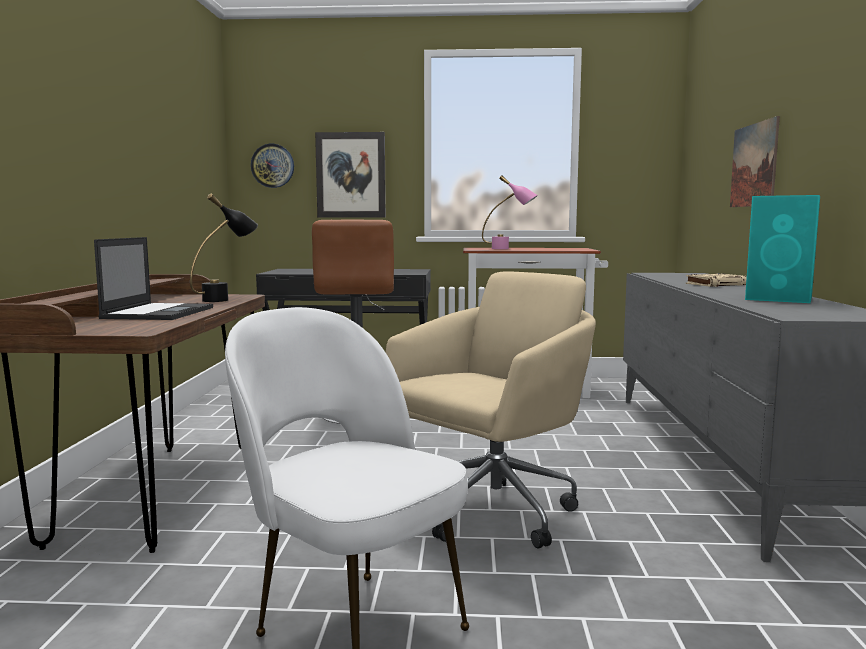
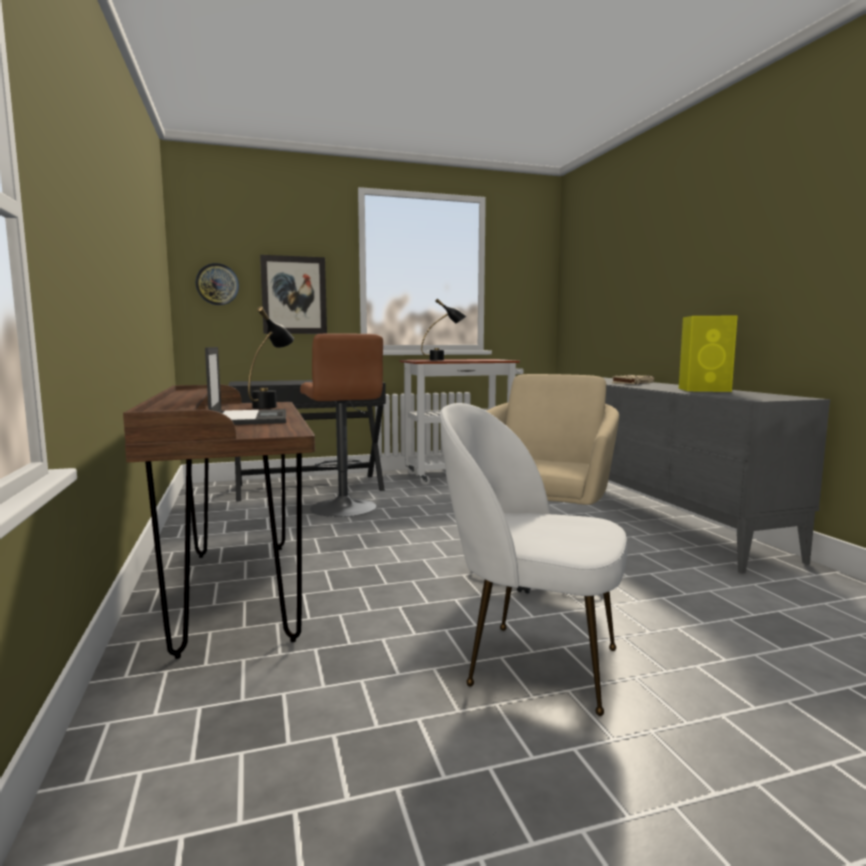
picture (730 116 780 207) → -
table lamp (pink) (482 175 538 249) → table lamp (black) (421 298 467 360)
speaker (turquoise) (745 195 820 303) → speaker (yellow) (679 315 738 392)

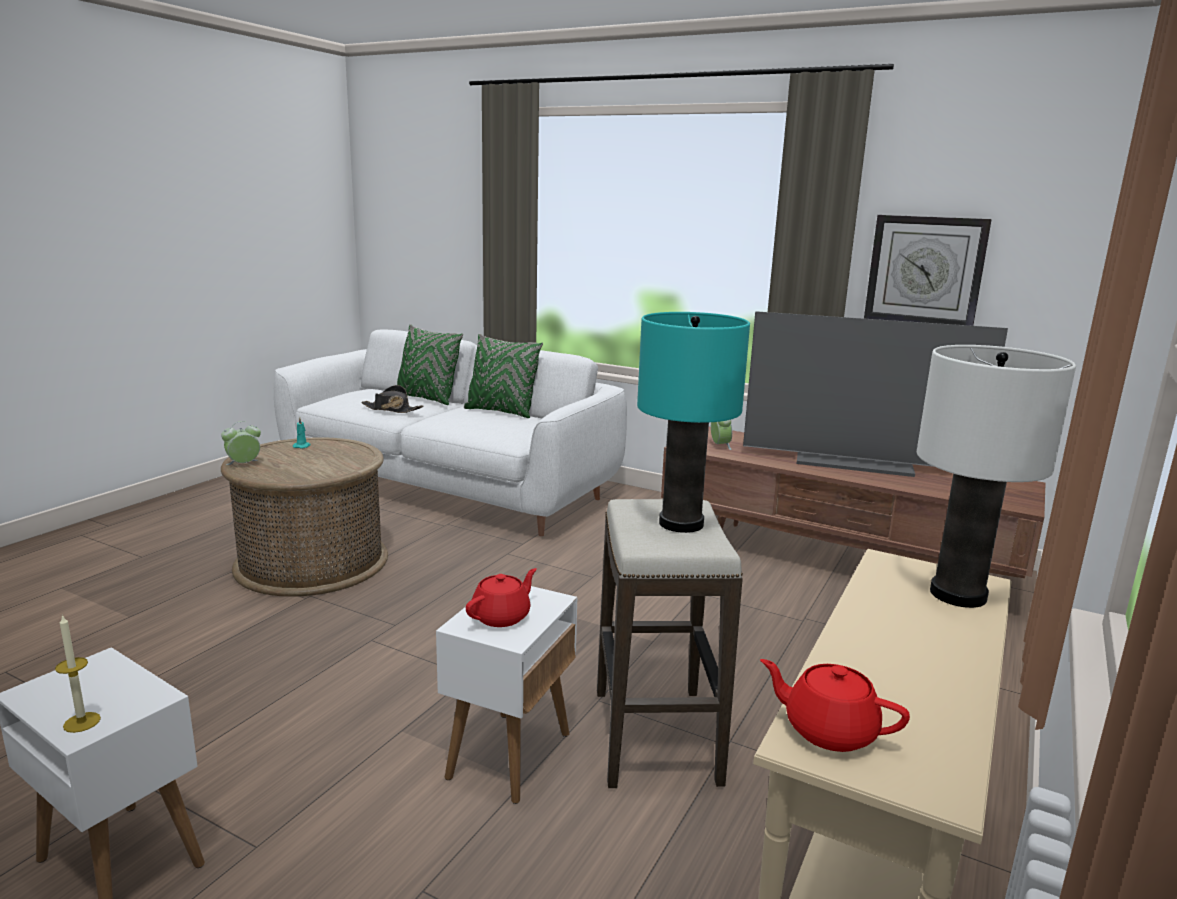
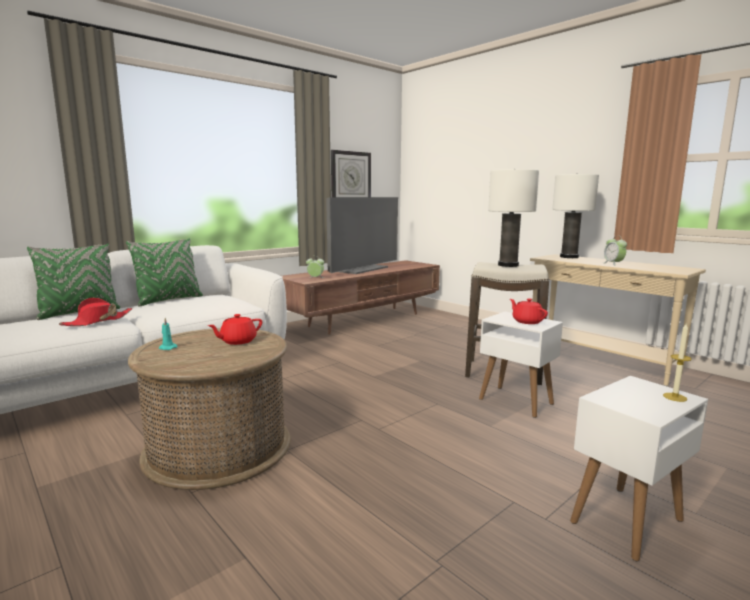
alarm clock (221 421 261 465) → alarm clock (604 236 627 266), moved
teapot (red) (760 659 910 752) → teapot (red) (208 314 262 345), moved
hat (black) (361 385 423 413) → hat (red) (59 298 132 326)
table lamp (turquoise) (637 312 750 533) → table lamp (white) (488 169 539 267)

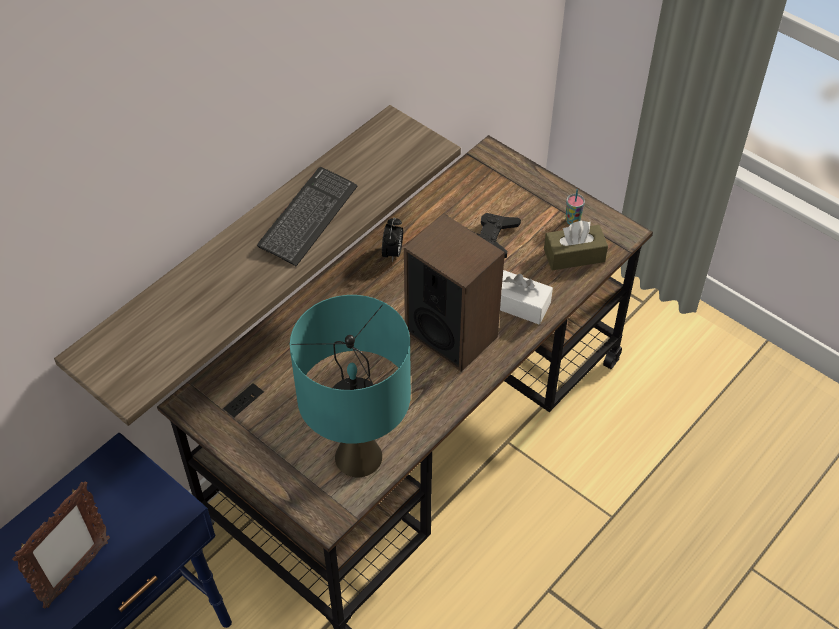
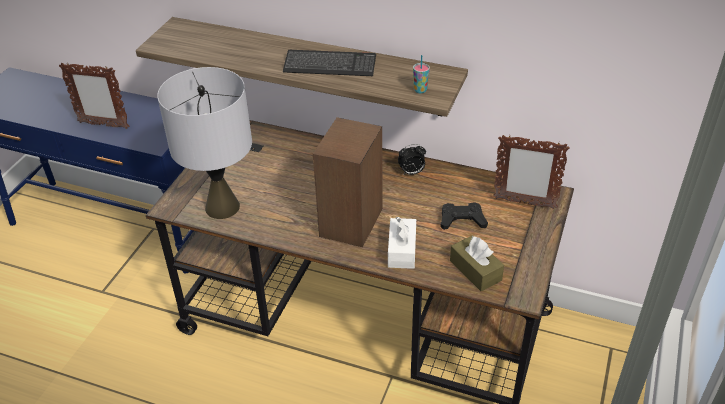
- → picture frame (493 135 569 209)
cup (565 189 585 225) → cup (413 55 430 93), moved
table lamp (turquoise) (290 295 411 477) → table lamp (grey) (157 67 252 219)

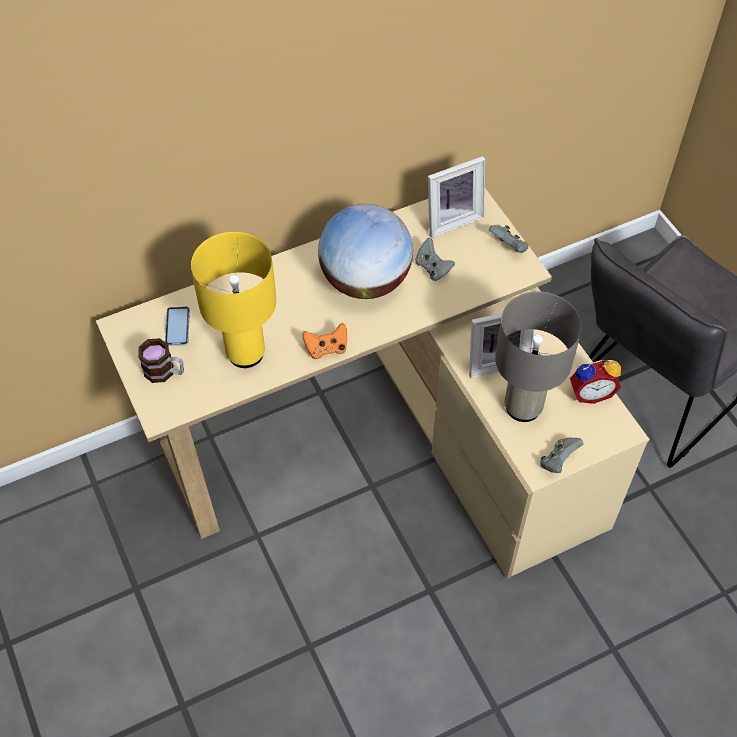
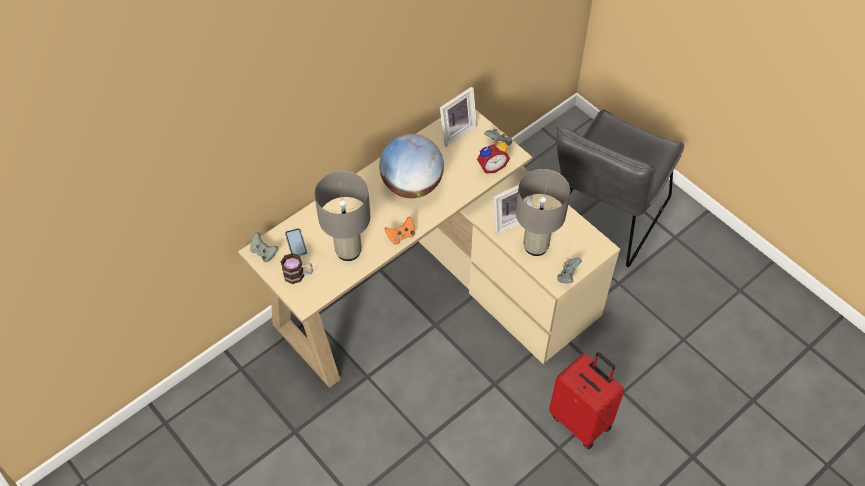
- → suitcase (red) (549 352 625 449)
game controller (grey) (415 238 455 281) → game controller (grey) (250 232 278 262), moved
alarm clock (570 360 621 404) → alarm clock (477 141 510 174), moved
table lamp (yellow) (191 232 276 368) → table lamp (grey) (315 171 370 261)

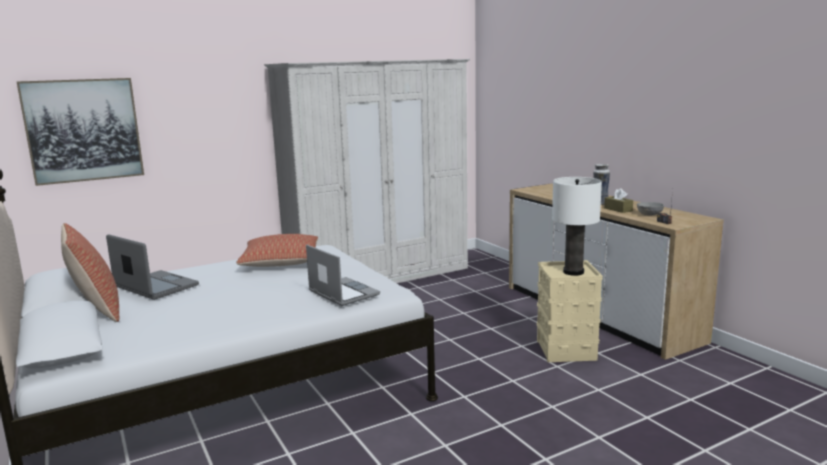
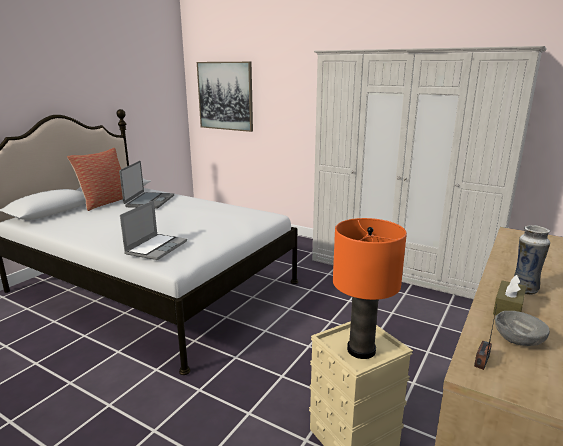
pillow (236 234 318 267) → -
table lamp (white) (552 177 602 276) → table lamp (orange) (333 218 407 359)

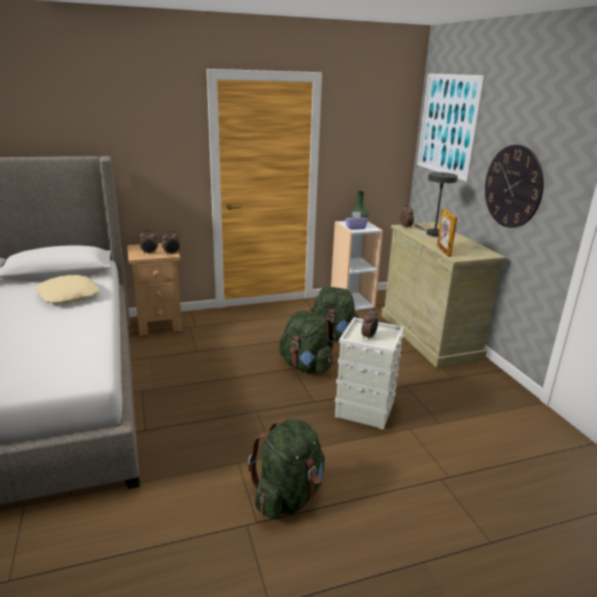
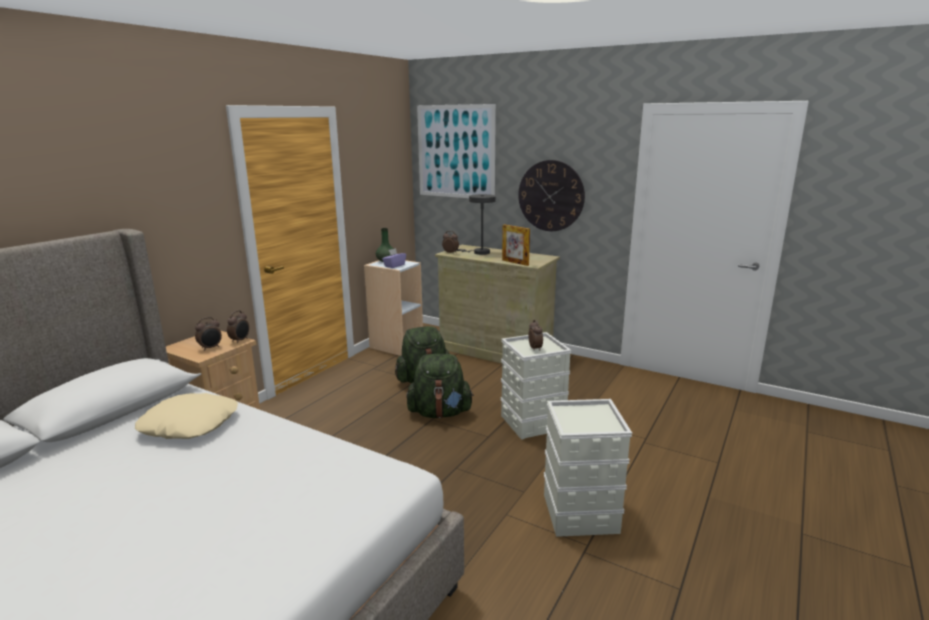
backpack (green) (248 418 325 519) → storage box (grey) (544 399 632 537)

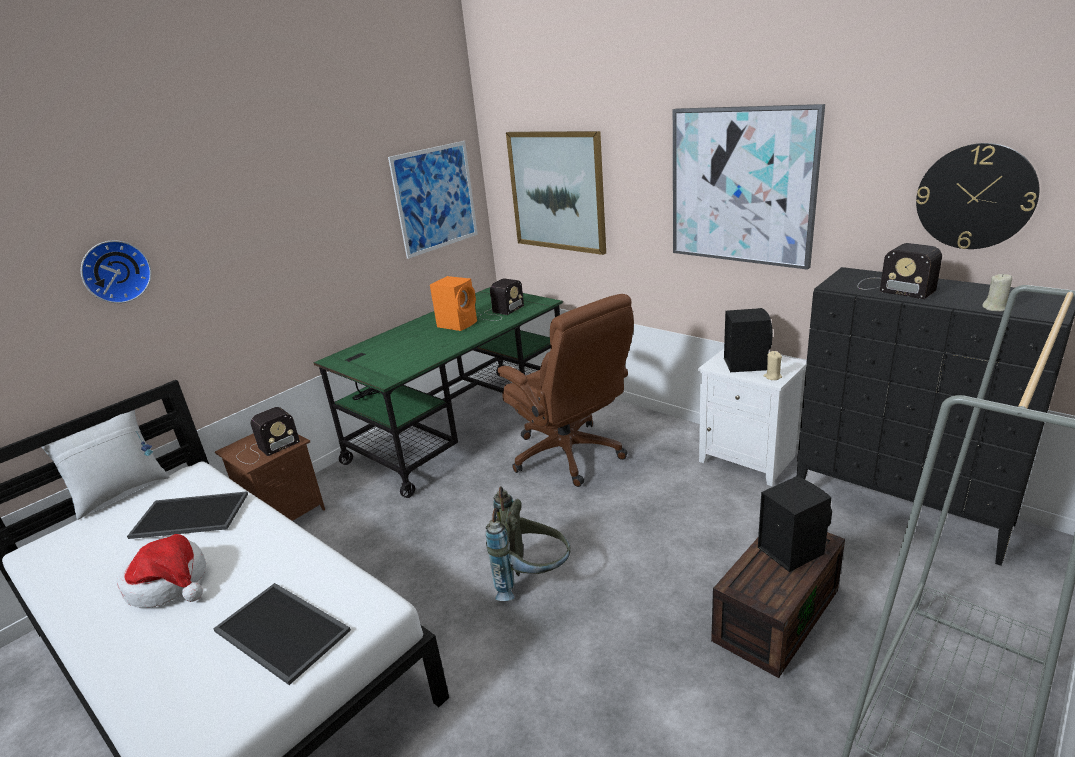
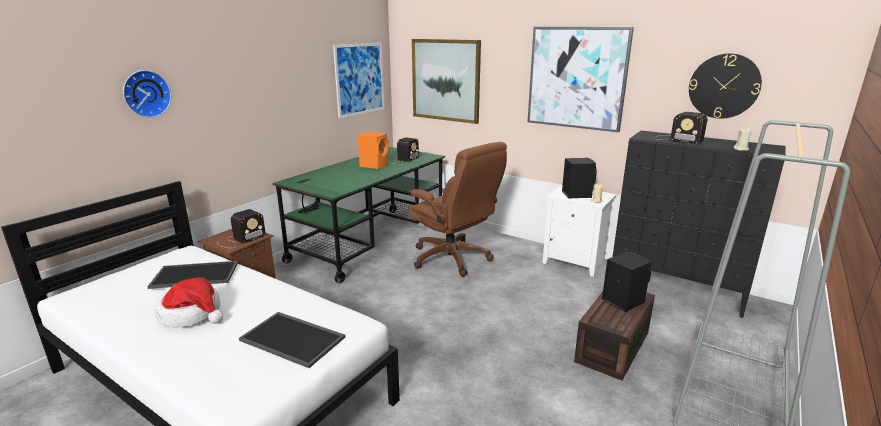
pillow (grey) (41 410 170 520) → -
backpack (grey) (486 486 571 601) → -

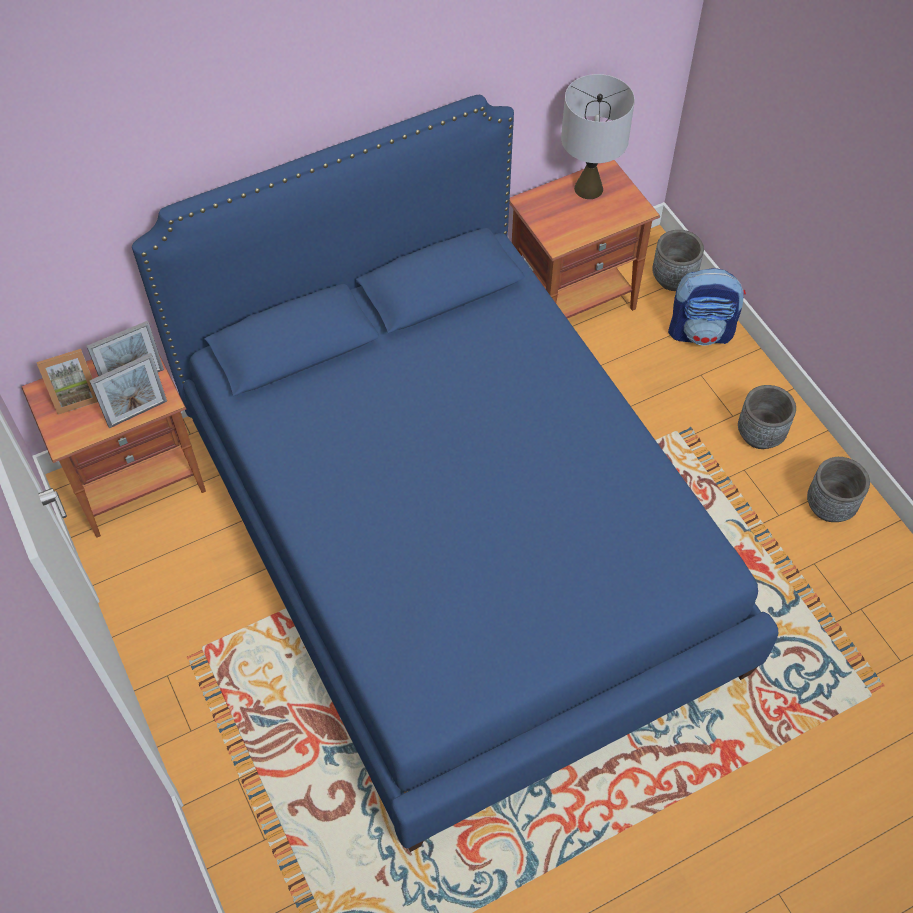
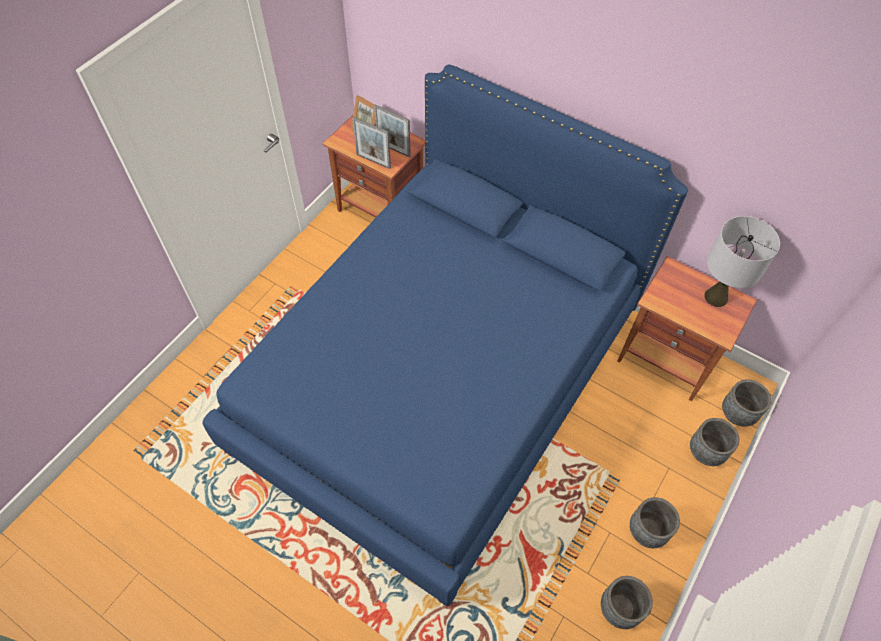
backpack (668 268 746 346) → planter (grey) (690 418 740 466)

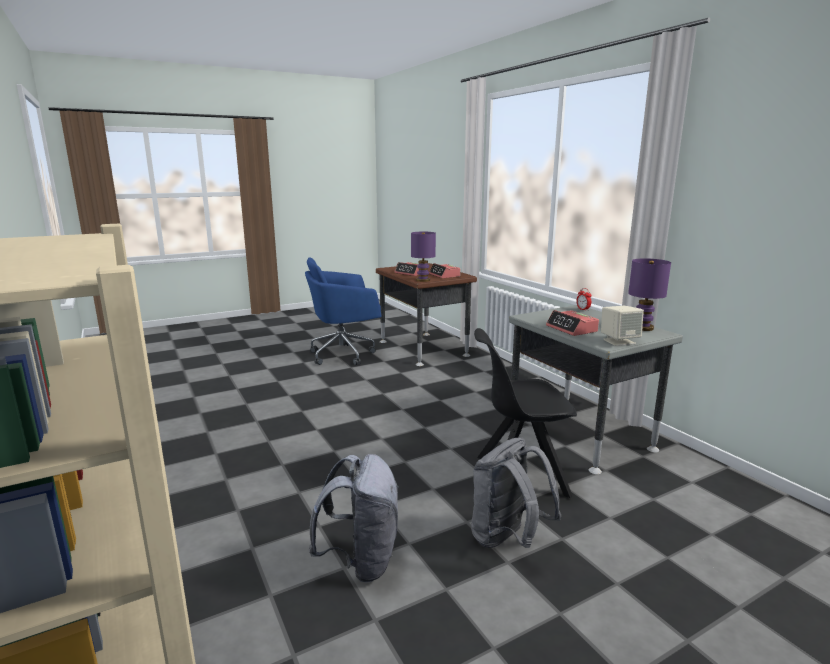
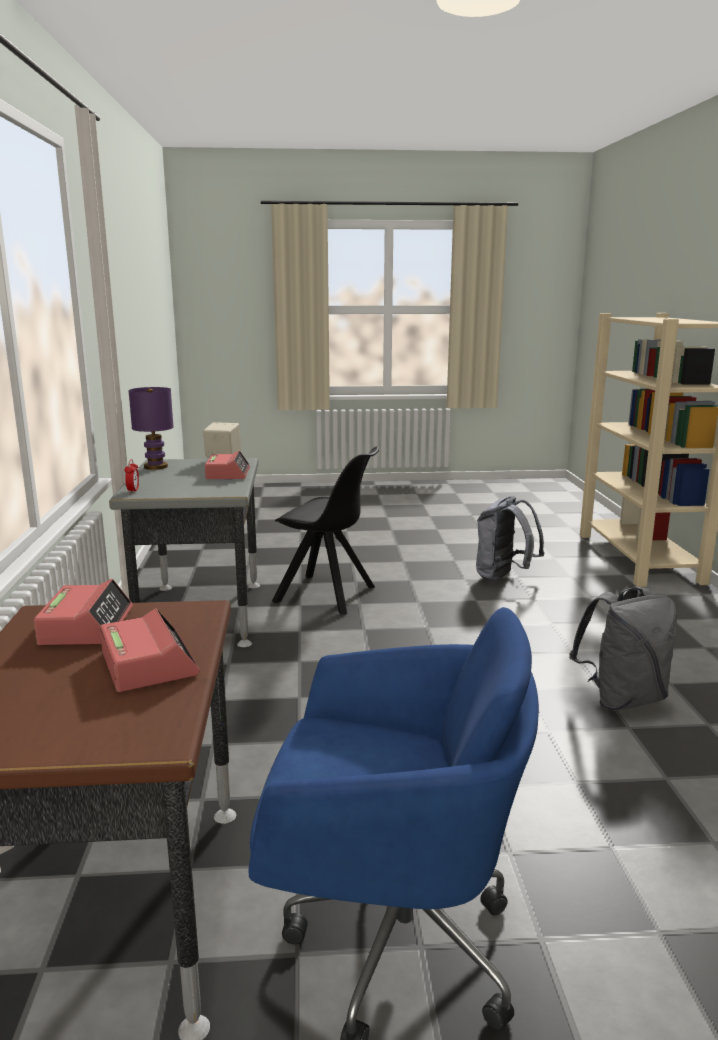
table lamp (purple) (411 232 436 282) → -
backpack (grey) (471 437 561 548) → backpack (grey) (569 586 677 711), moved

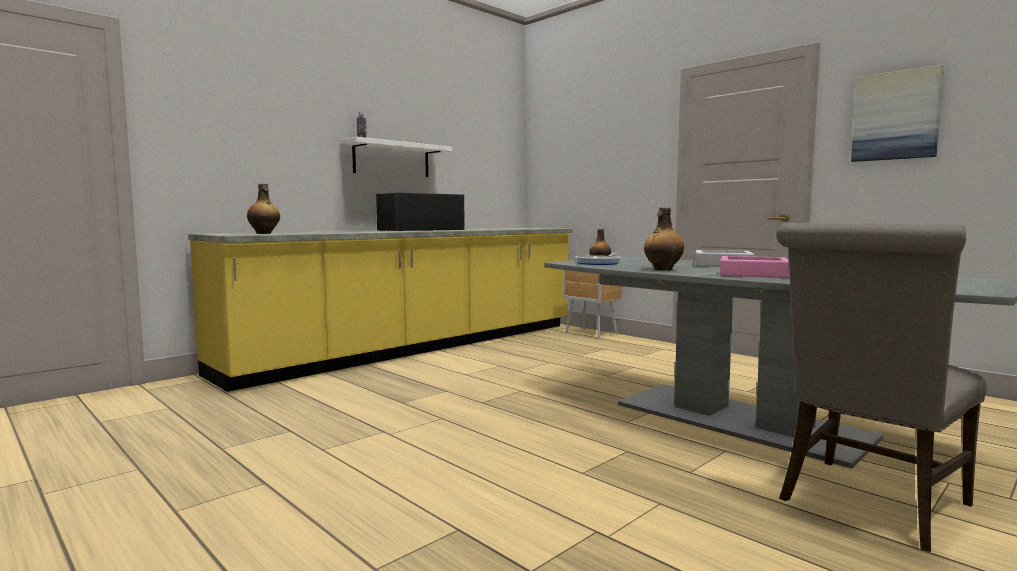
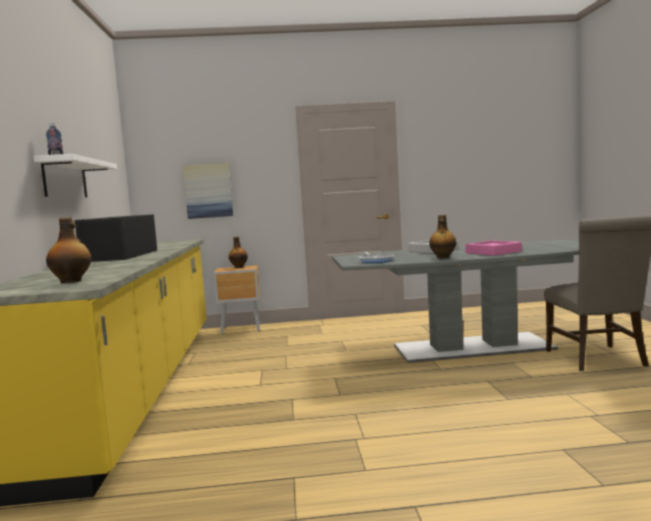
picture (851 64 944 162) → picture (183 163 233 219), moved

